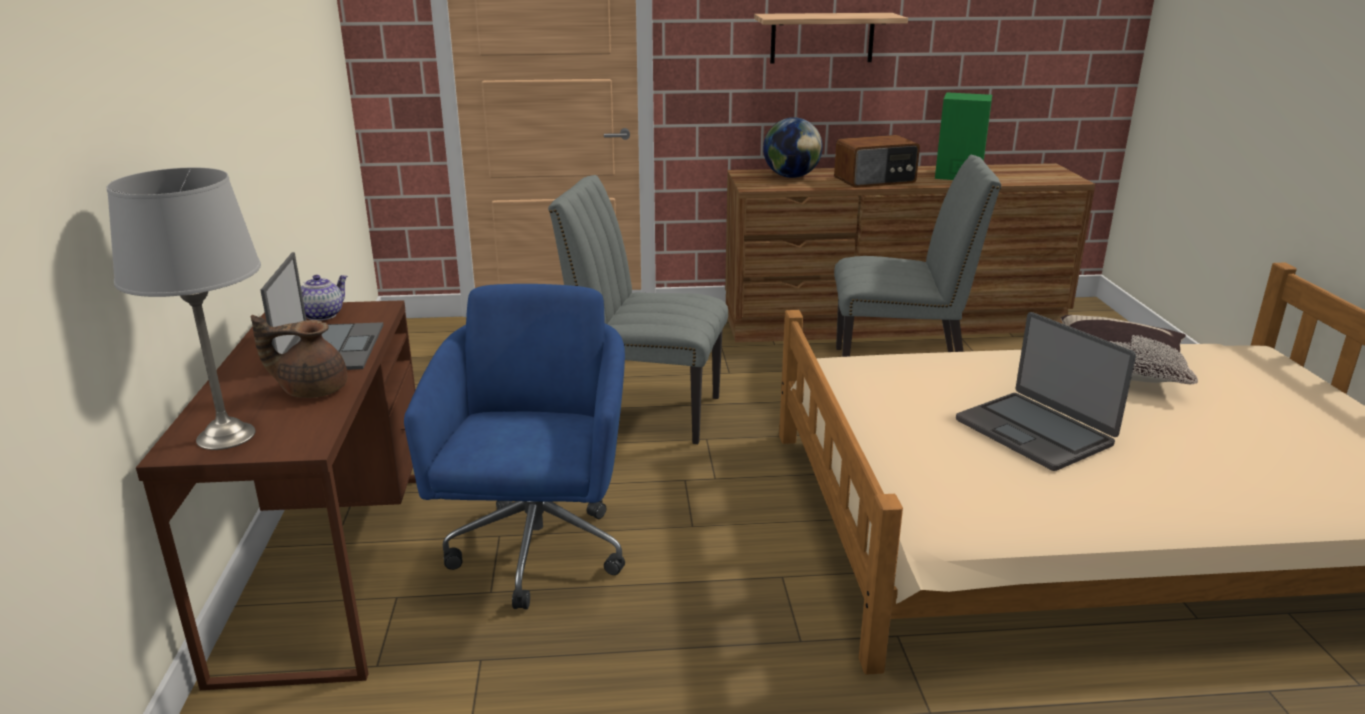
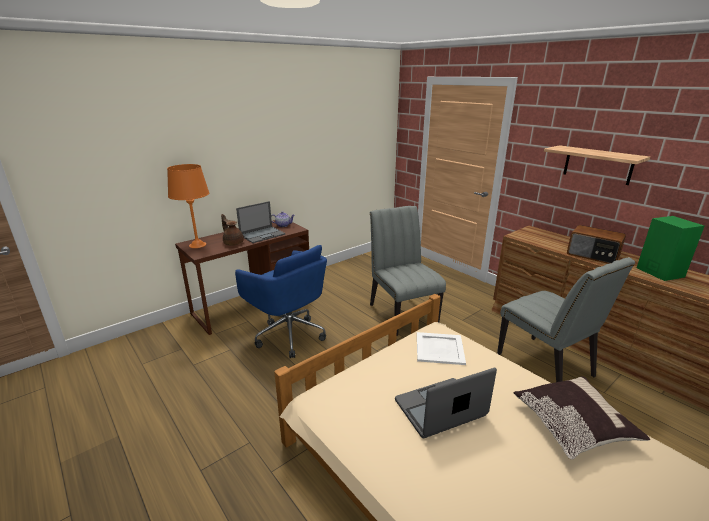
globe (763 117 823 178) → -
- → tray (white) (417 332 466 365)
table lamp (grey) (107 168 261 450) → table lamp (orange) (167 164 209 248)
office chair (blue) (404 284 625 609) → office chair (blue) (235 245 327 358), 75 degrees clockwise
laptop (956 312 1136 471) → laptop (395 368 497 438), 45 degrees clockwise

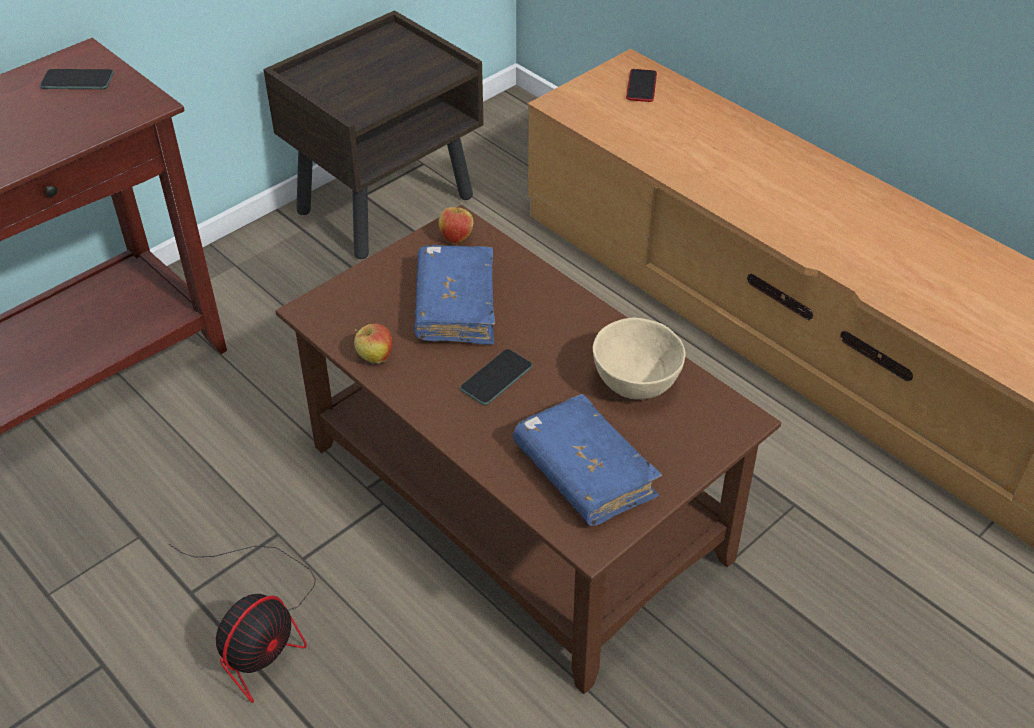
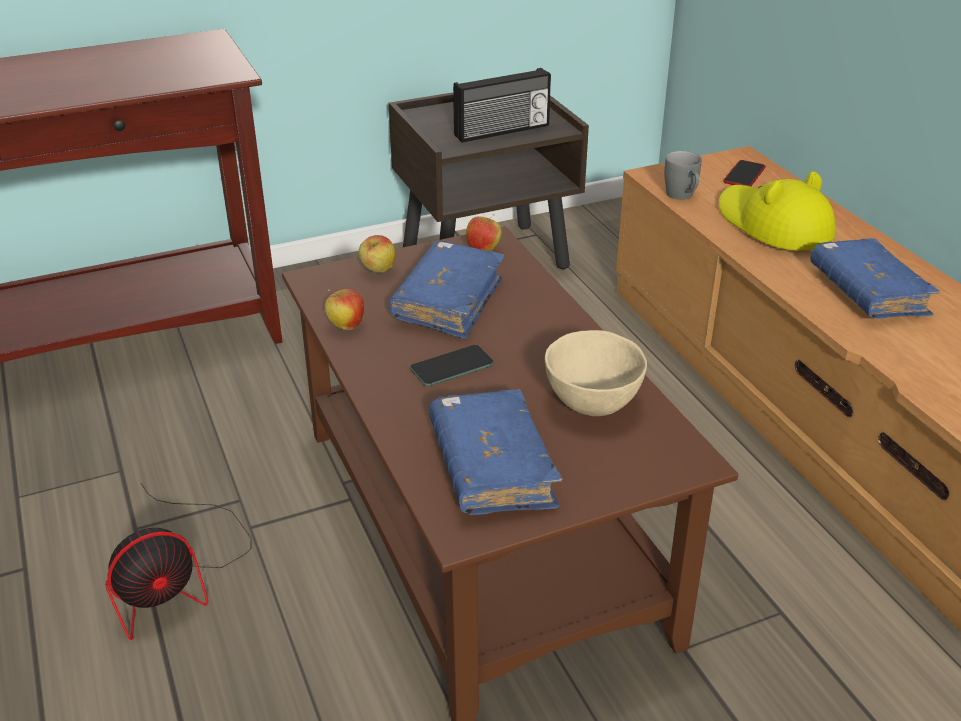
phone (40 69 114 89) → -
- → apple (358 235 395 273)
- → radio (453 68 551 143)
- → mug (grey) (664 151 702 200)
- → hat (yellow) (719 171 835 251)
- → book (blue) (810 238 940 319)

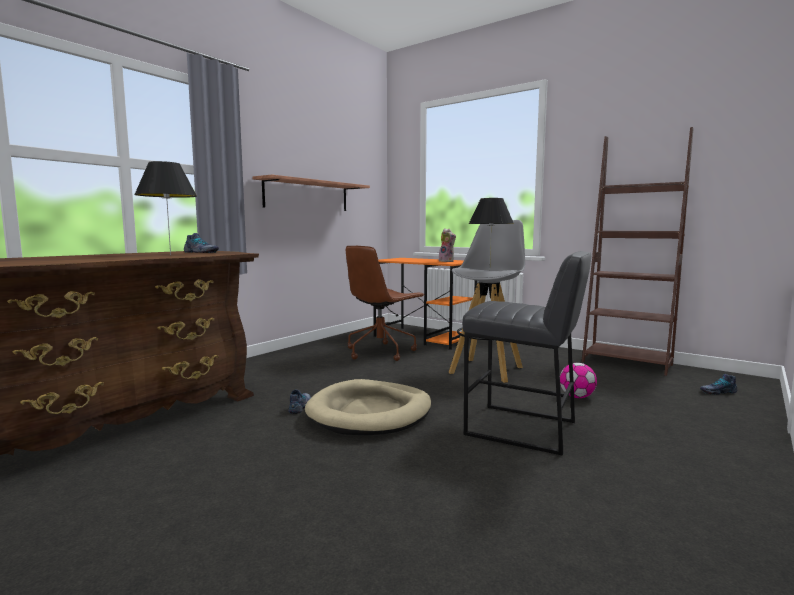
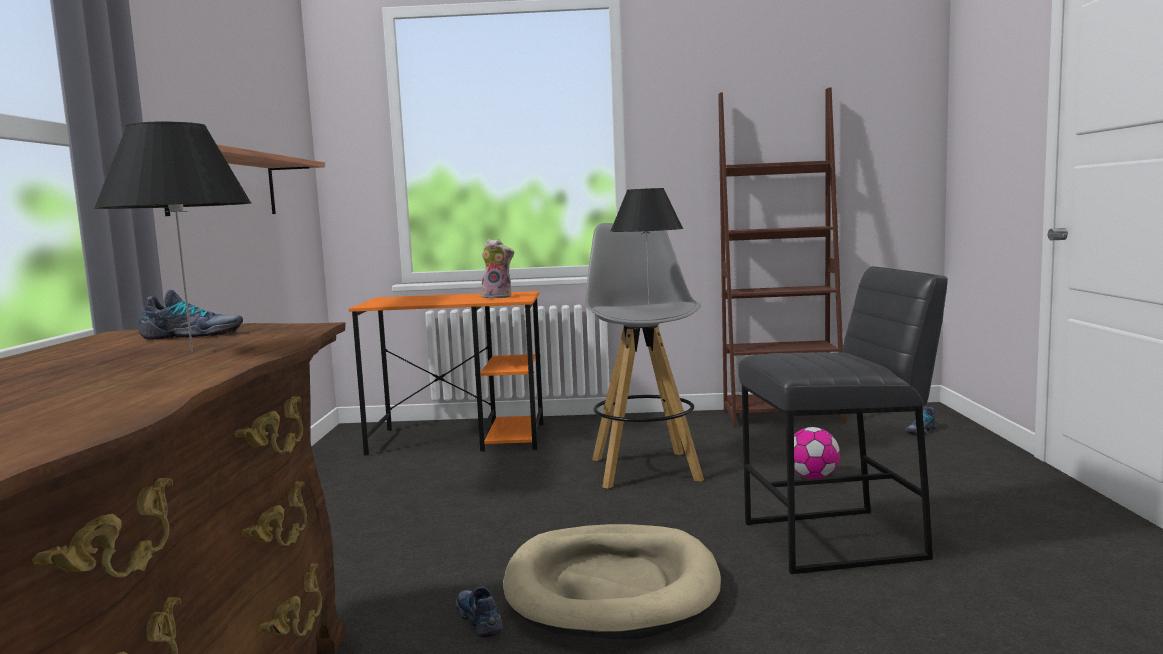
office chair (brown) (346 246 424 361) → -

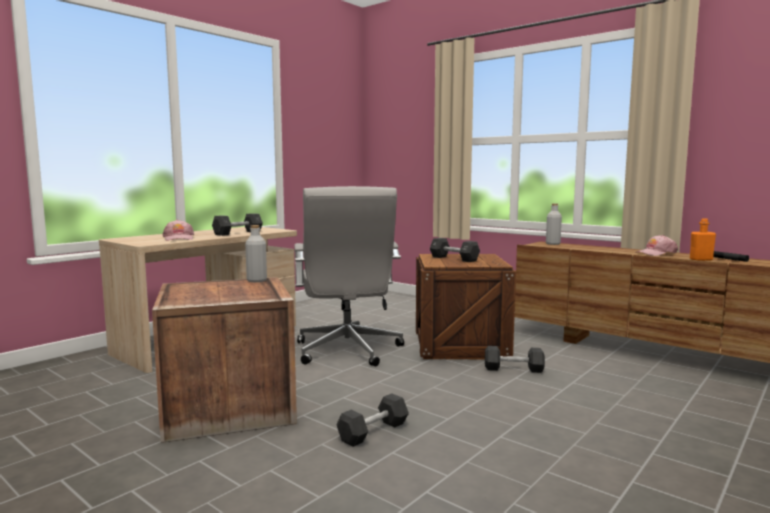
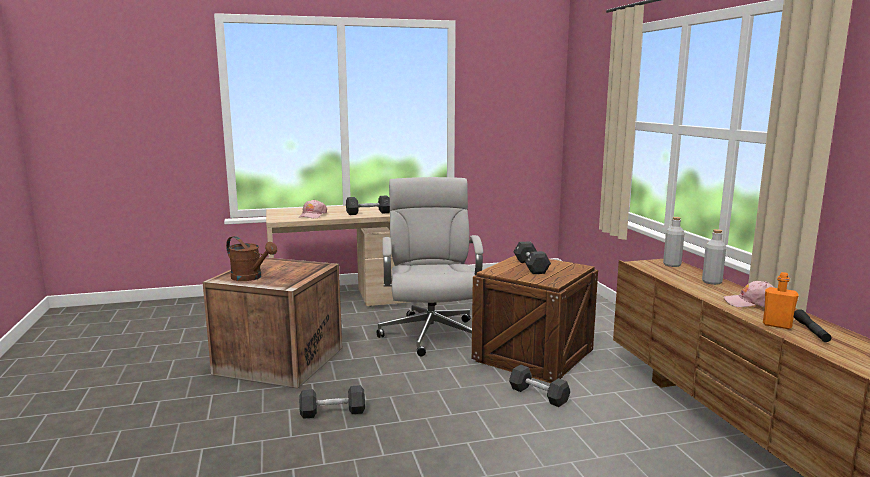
- → watering can (brown) (226 236 277 281)
bottle (grey) (245 225 267 282) → bottle (grey) (702 229 726 285), moved
office chair (grey) (294 186 404 366) → office chair (grey) (377 177 483 356), 150 degrees clockwise

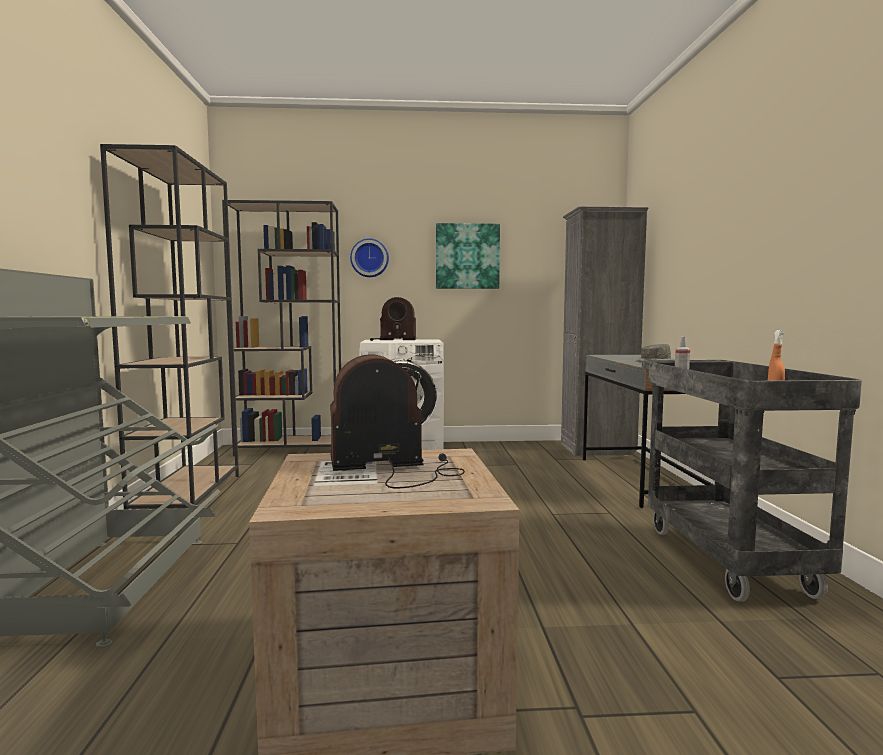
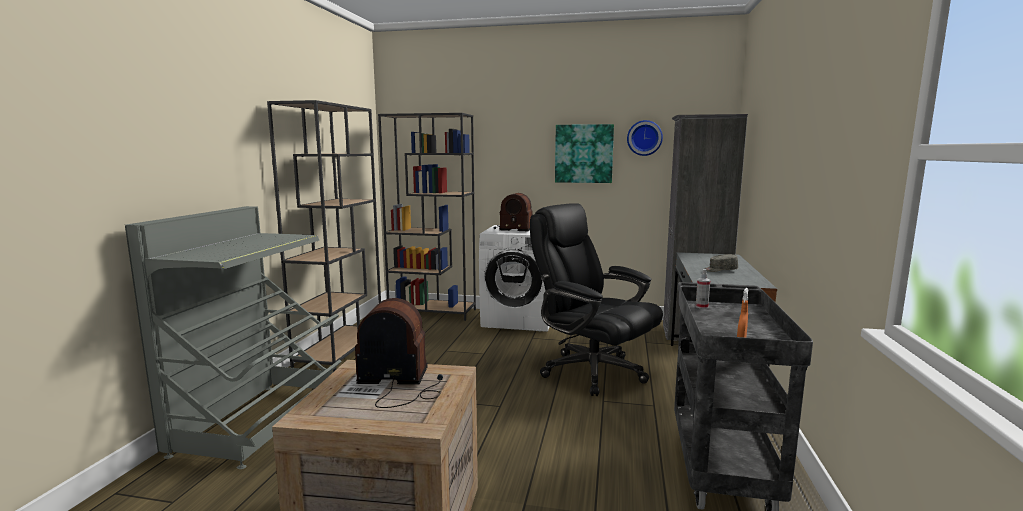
- → office chair (black) (530 203 663 396)
wall clock (350 238 389 277) → wall clock (627 120 663 156), moved

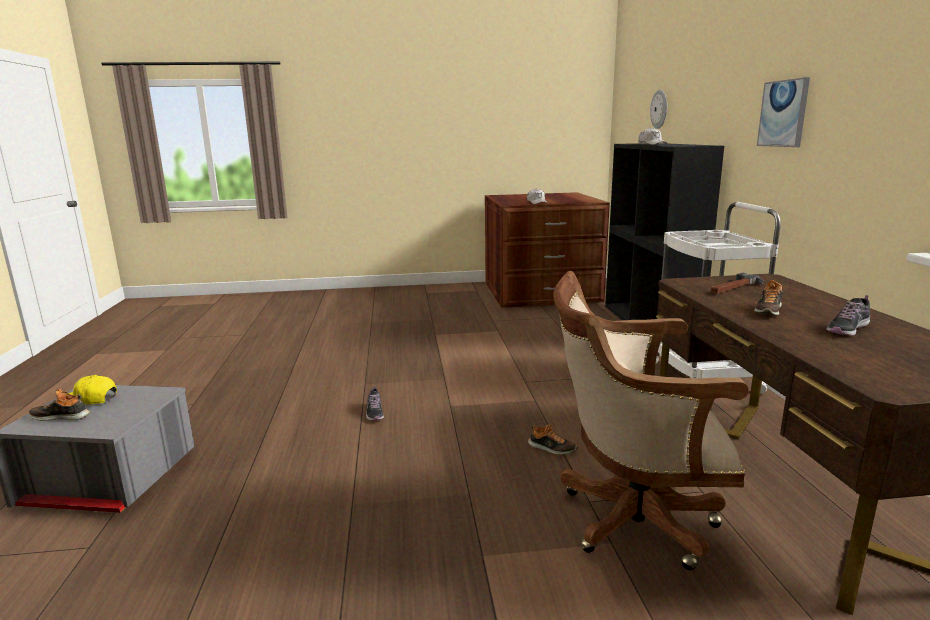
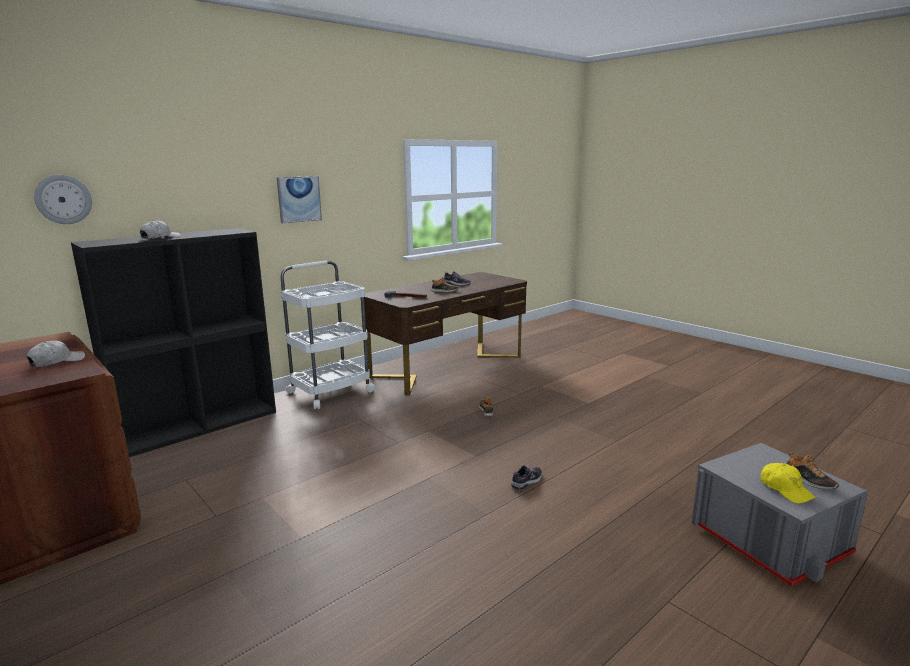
office chair (553 271 749 570) → -

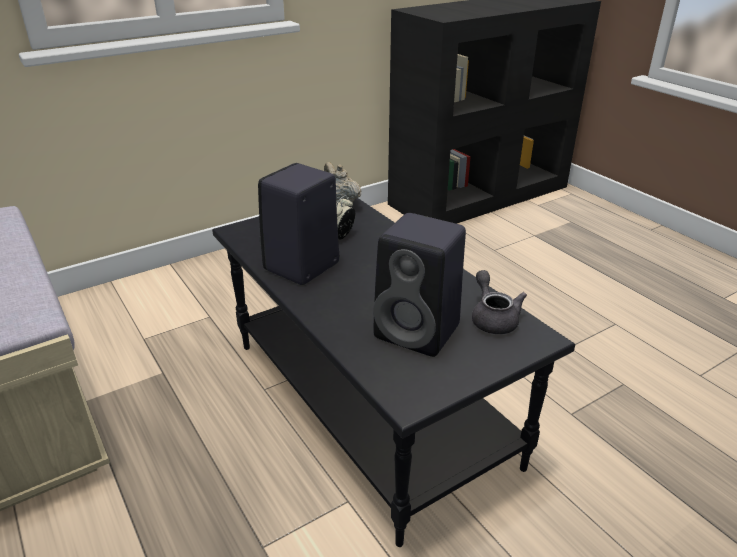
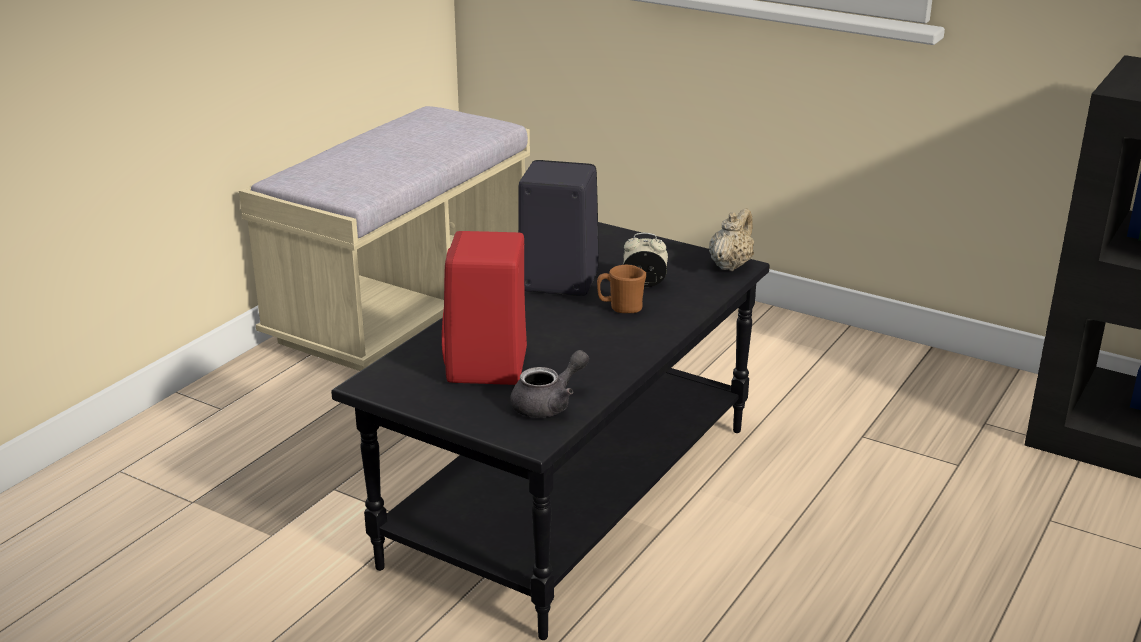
- → mug (brown) (597 265 646 313)
speaker (black) (373 213 466 357) → speaker (red) (442 231 527 385)

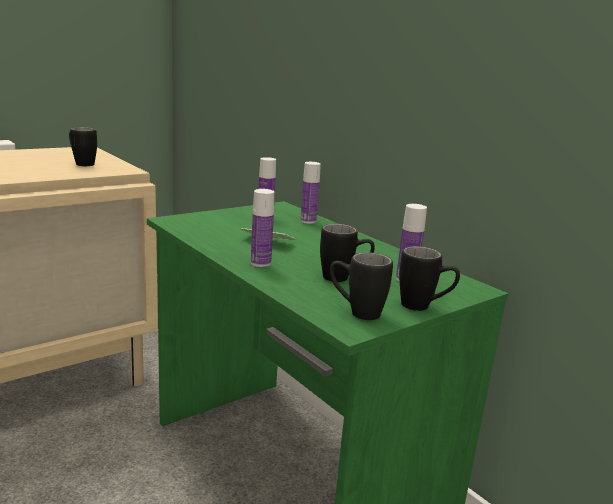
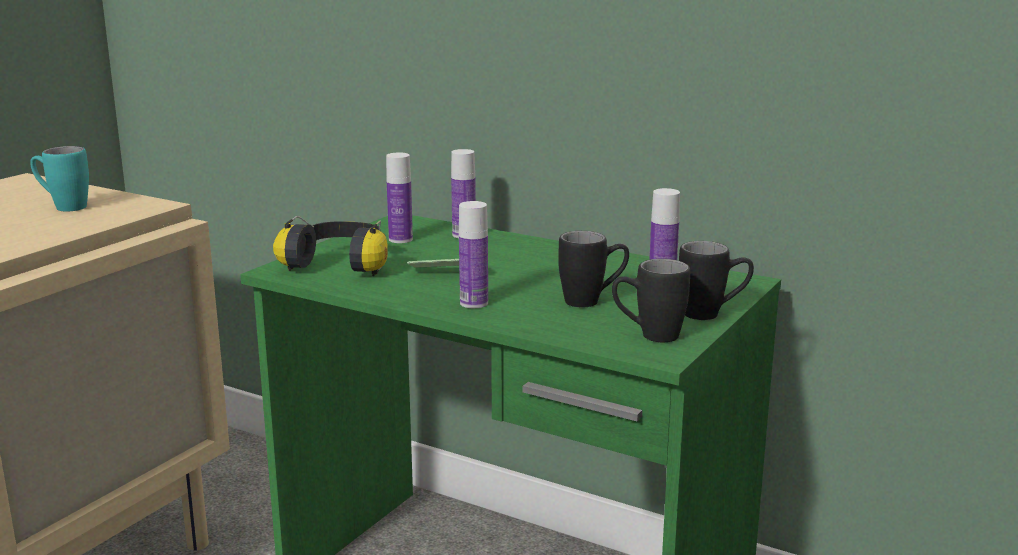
- → headphones (273 216 388 276)
mug (black) (69 127 97 166) → mug (turquoise) (30 146 89 212)

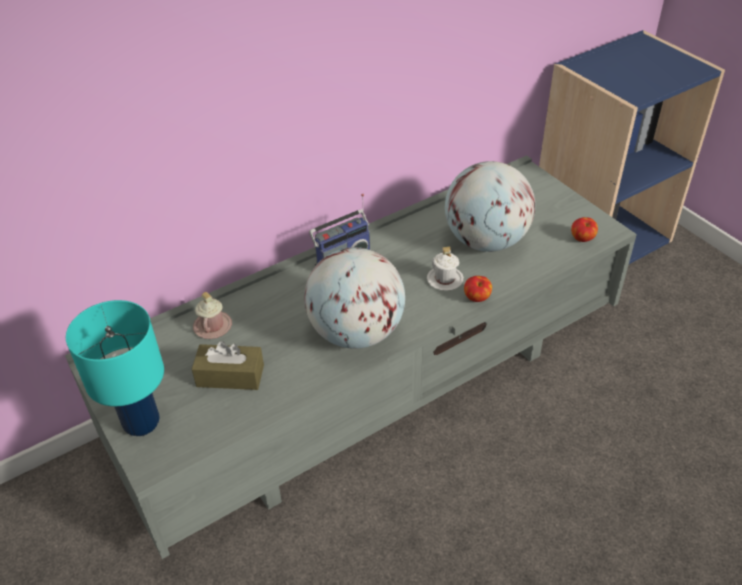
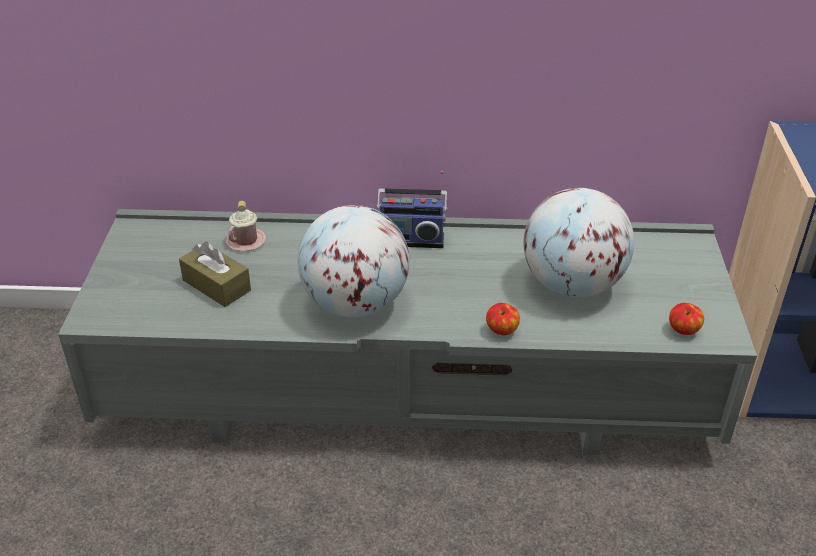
table lamp (turquoise) (66 300 164 436) → -
mug (white) (427 247 464 291) → -

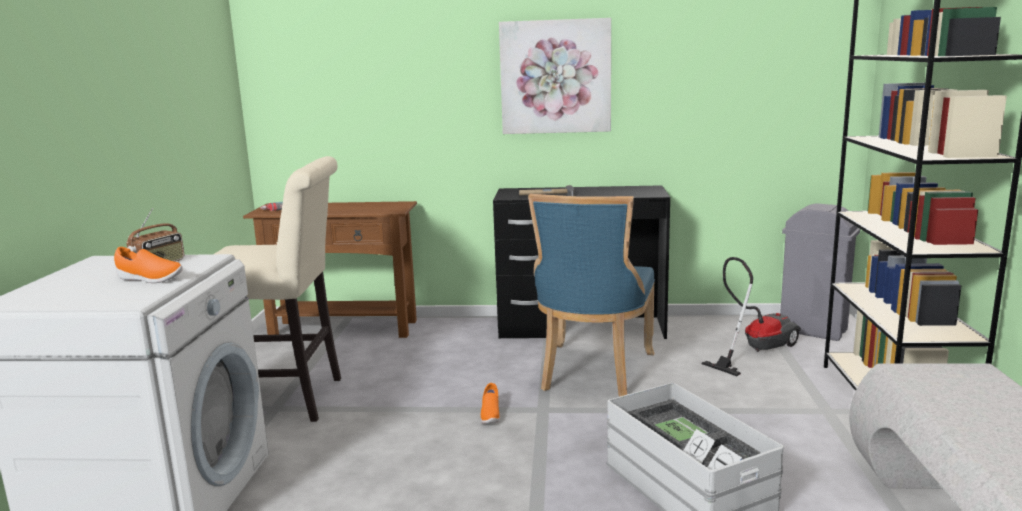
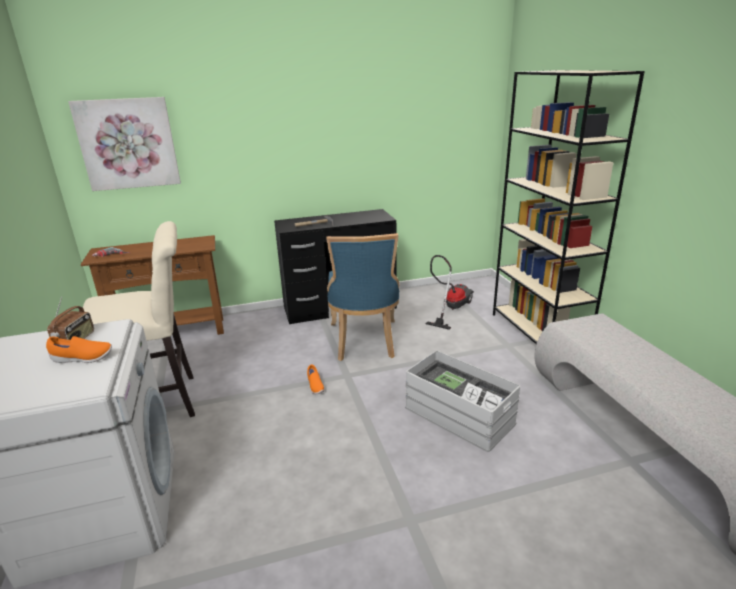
trash can (grey) (780 203 860 341) → -
picture (499 18 611 134) → picture (68 97 181 191), moved

